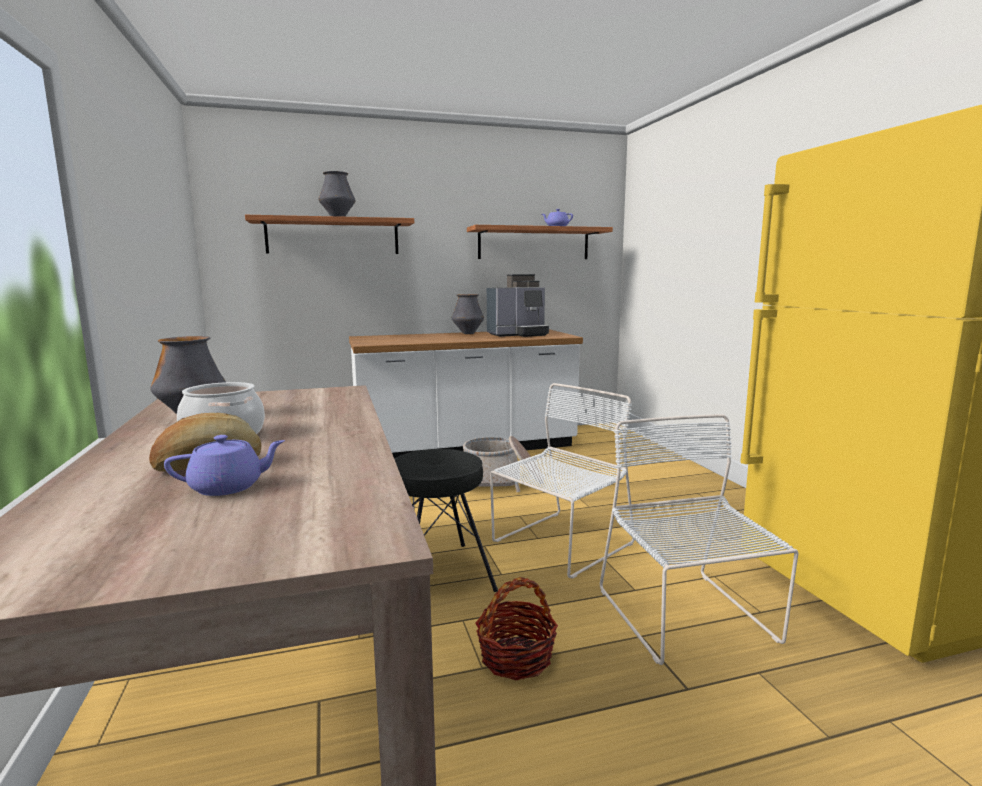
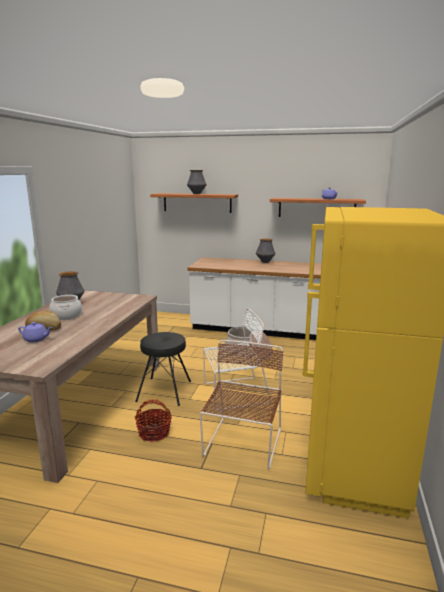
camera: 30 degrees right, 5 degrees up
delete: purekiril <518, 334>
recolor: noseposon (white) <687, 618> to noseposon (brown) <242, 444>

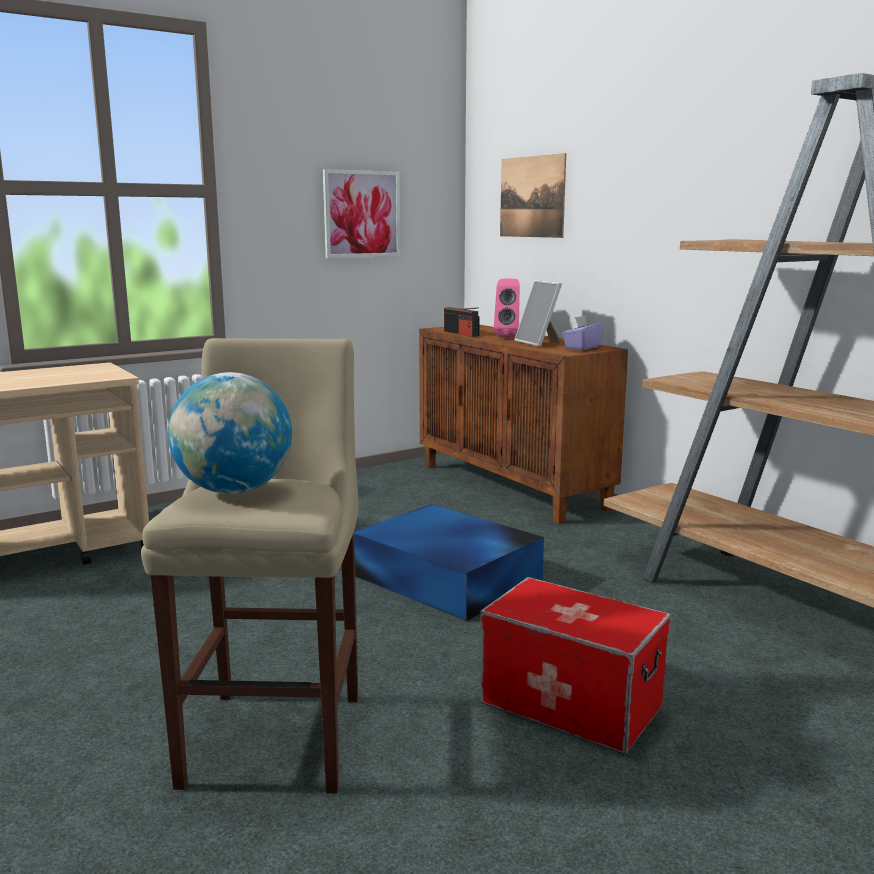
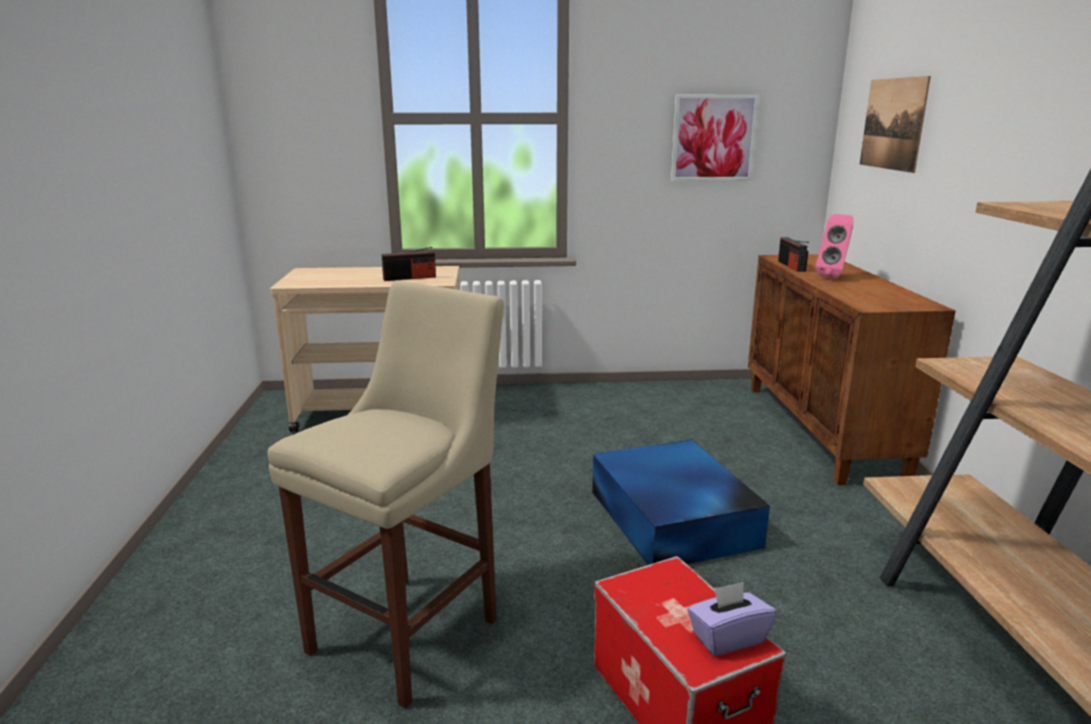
camera: 30 degrees right, 5 degrees up
delete: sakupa <234, 491>; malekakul <539, 343>
insert: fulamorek <410, 278>
move: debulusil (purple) <582, 348> to <728, 637>

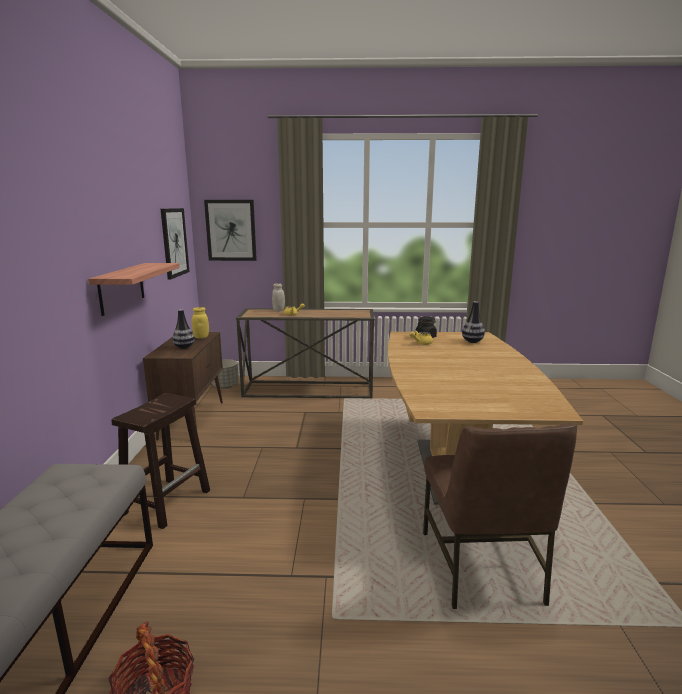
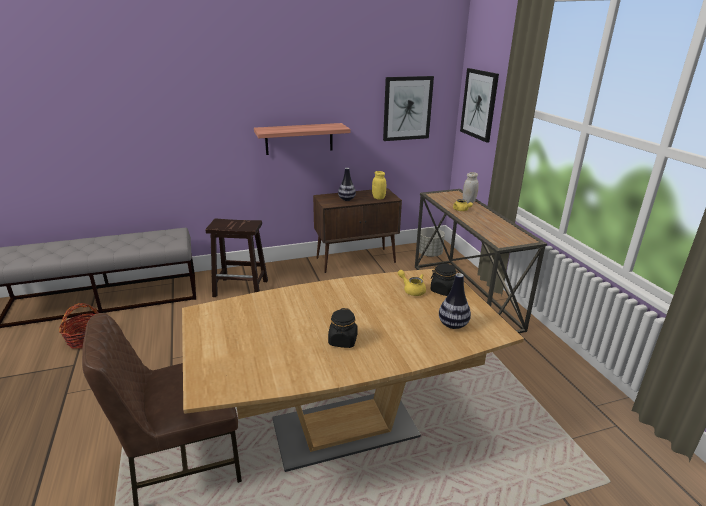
camera: 70 degrees right, 10 degrees up
insert: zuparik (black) <343, 341>

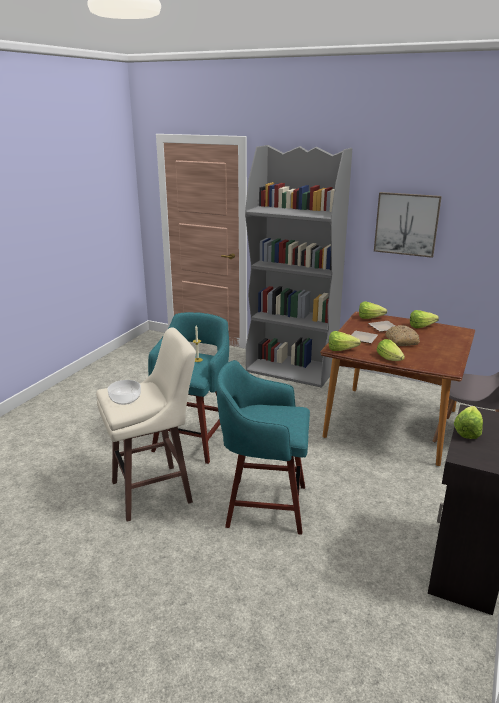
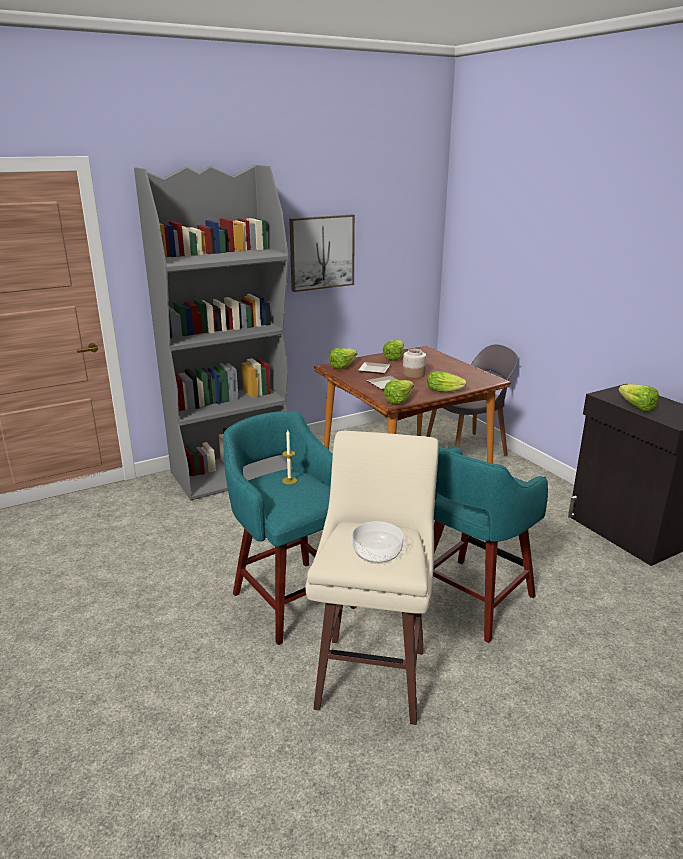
camera: 55 degrees left, 0 degrees up
replace: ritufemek <401, 341> to zuparik <413, 374>

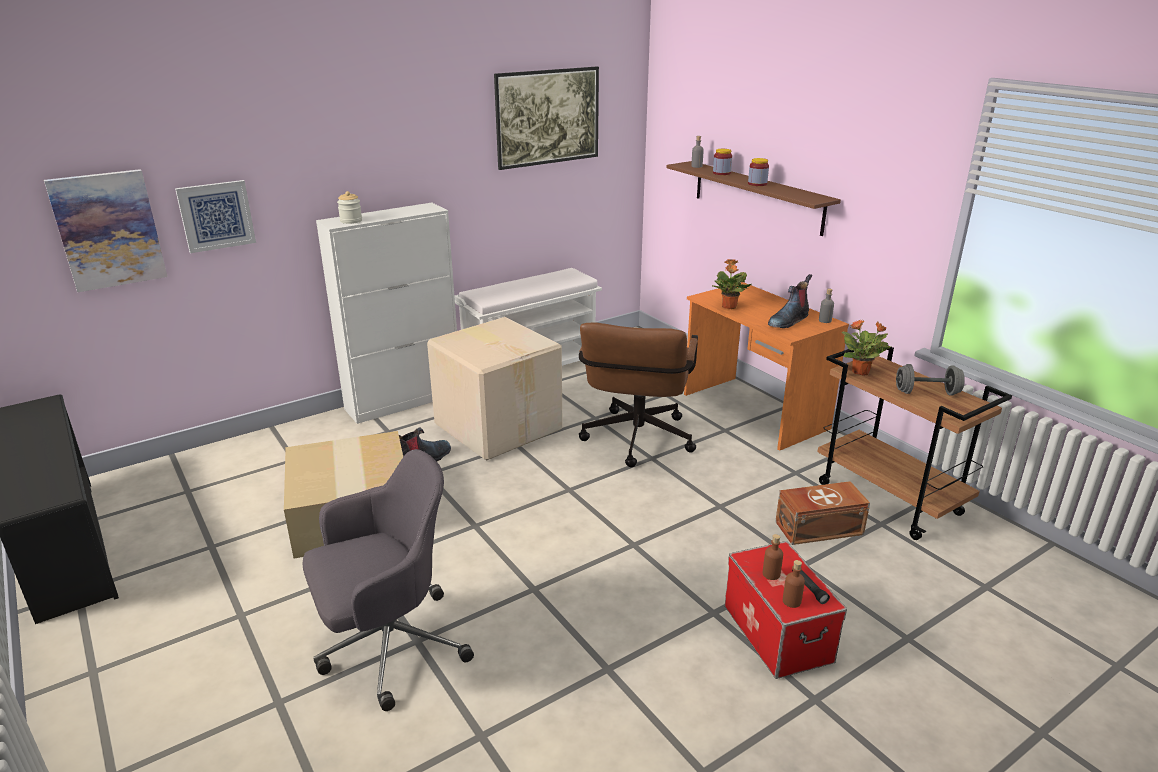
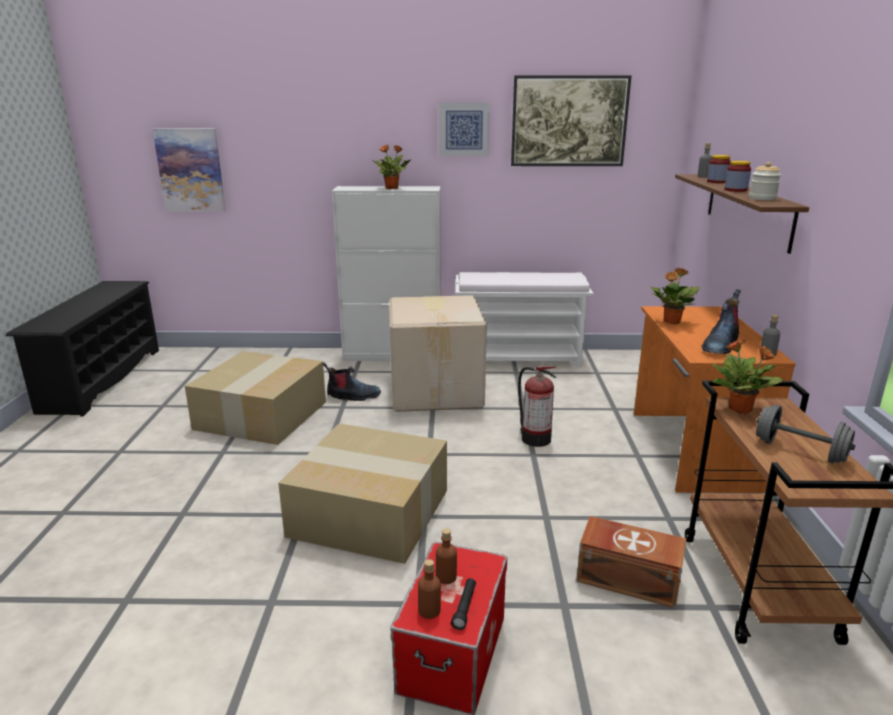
camera: 35 degrees right, 5 degrees down
delete: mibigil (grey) <388, 646>
insert: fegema <367, 513>; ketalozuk <392, 188>
move: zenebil <216, 215> to <463, 129>; zuparik <351, 221> to <762, 198>
replace: mibigil (brown) <636, 443> to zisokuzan <534, 438>
rotate: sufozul <788, 320> = <720, 345> 45 degrees counterclockwise

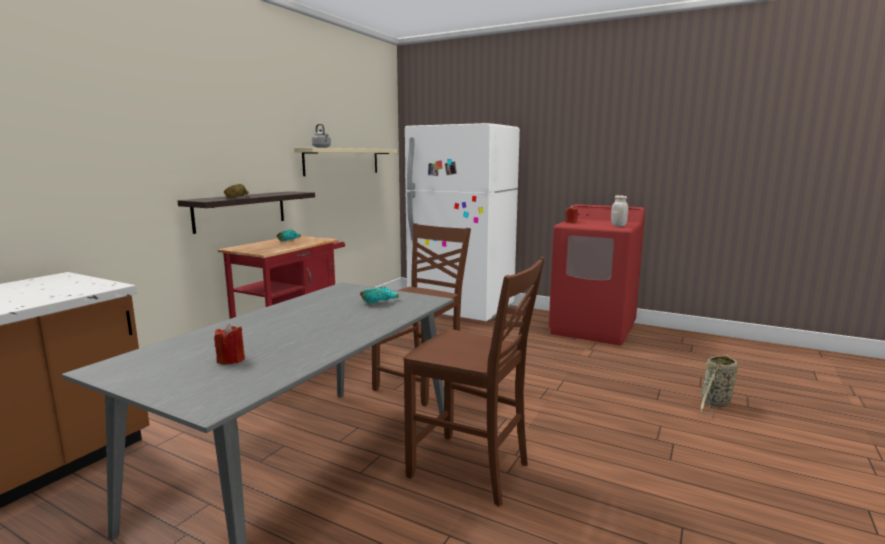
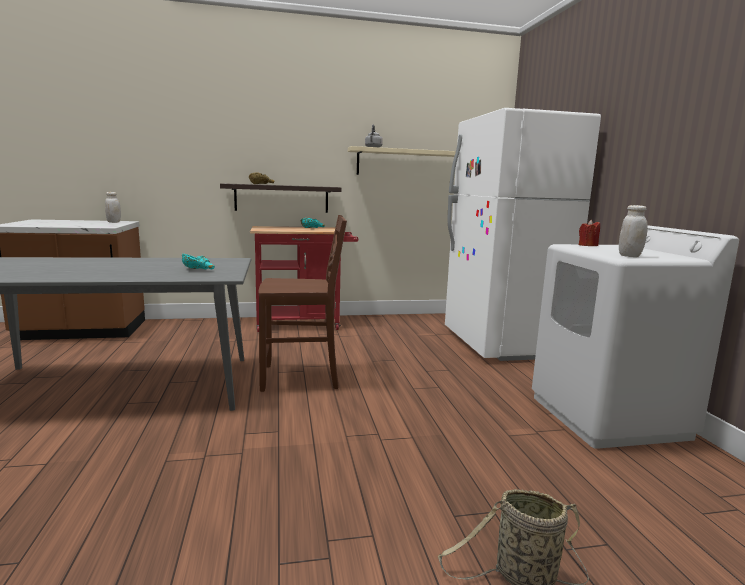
camera: 50 degrees right, 0 degrees up
delete: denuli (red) <231, 360>; noseposon (brown) <471, 470>
insert: zuparik (white) <114, 222>
recolor: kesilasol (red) <593, 329> to kesilasol (white) <608, 417>

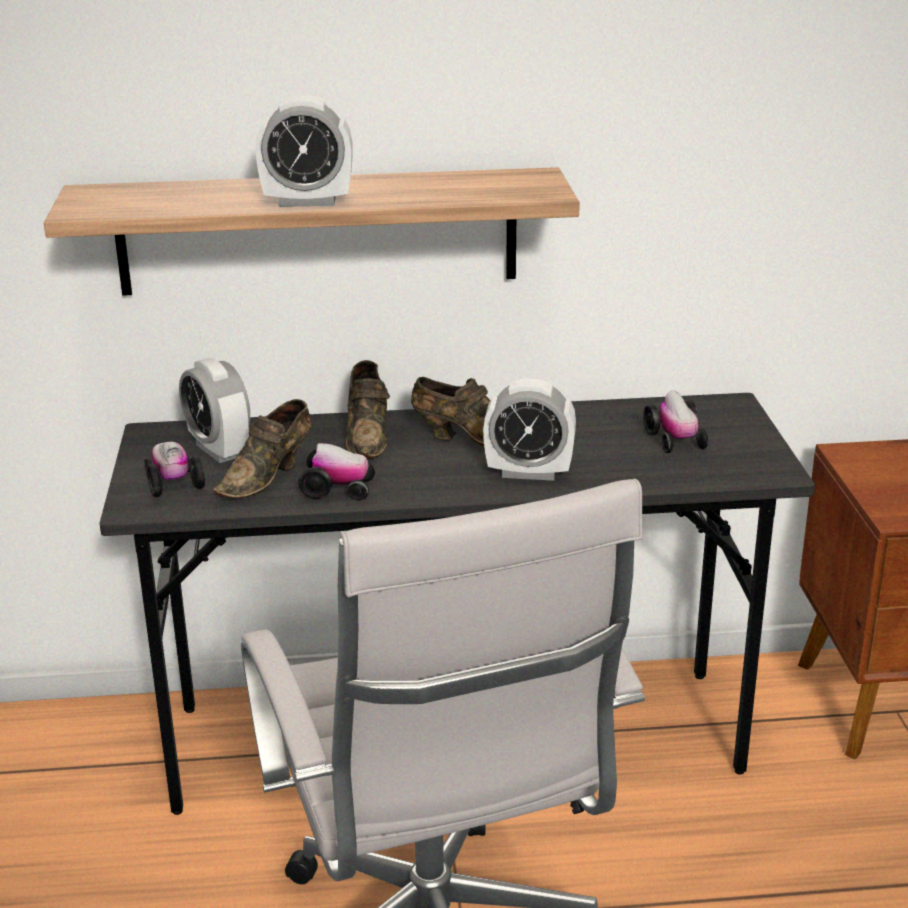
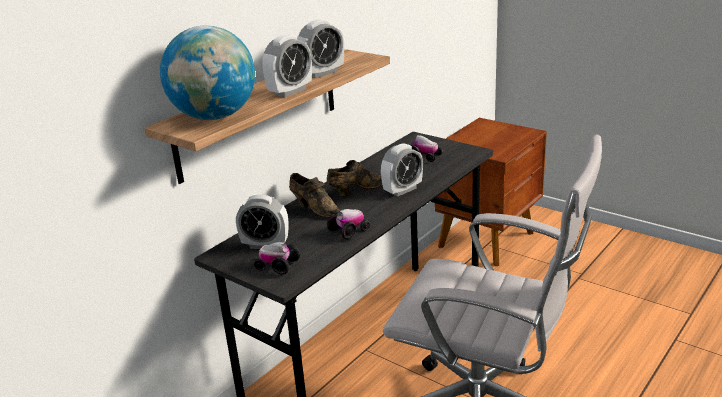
camera: 45 degrees left, 0 degrees up
delete: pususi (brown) <269, 476>
insert: sakupa <215, 117>; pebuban <322, 73>

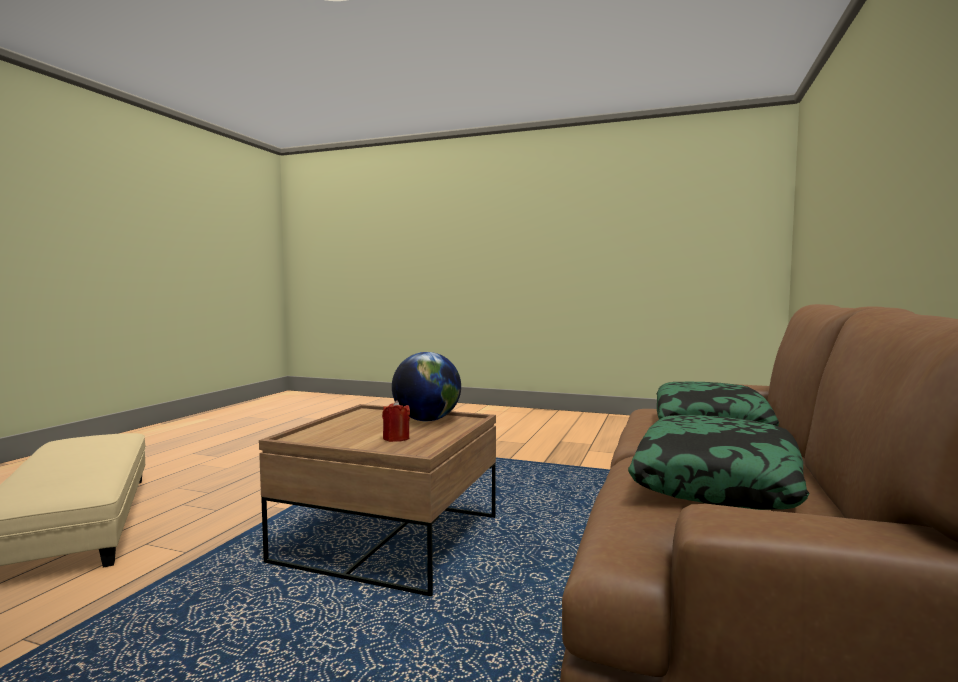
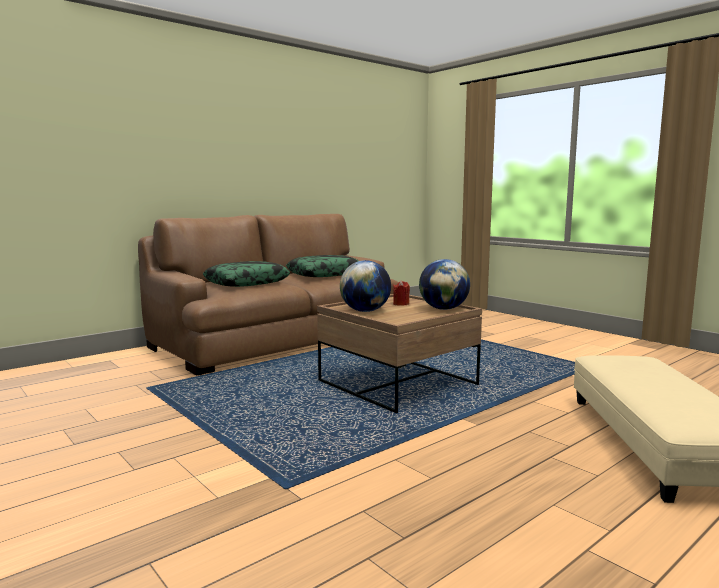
camera: 150 degrees left, 5 degrees up
insert: sakupa <443, 309>

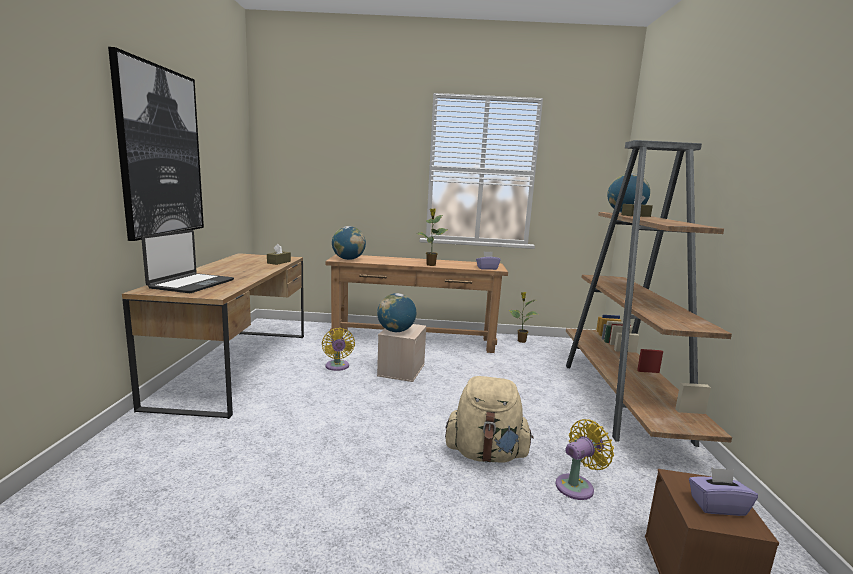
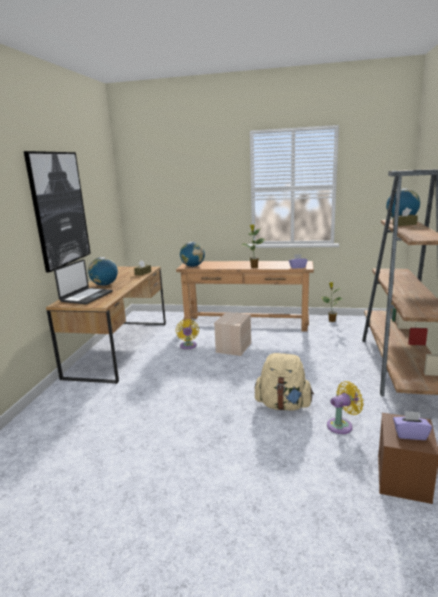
camera: 10 degrees right, 5 degrees up
move: sakupa <396, 331> to <105, 285>

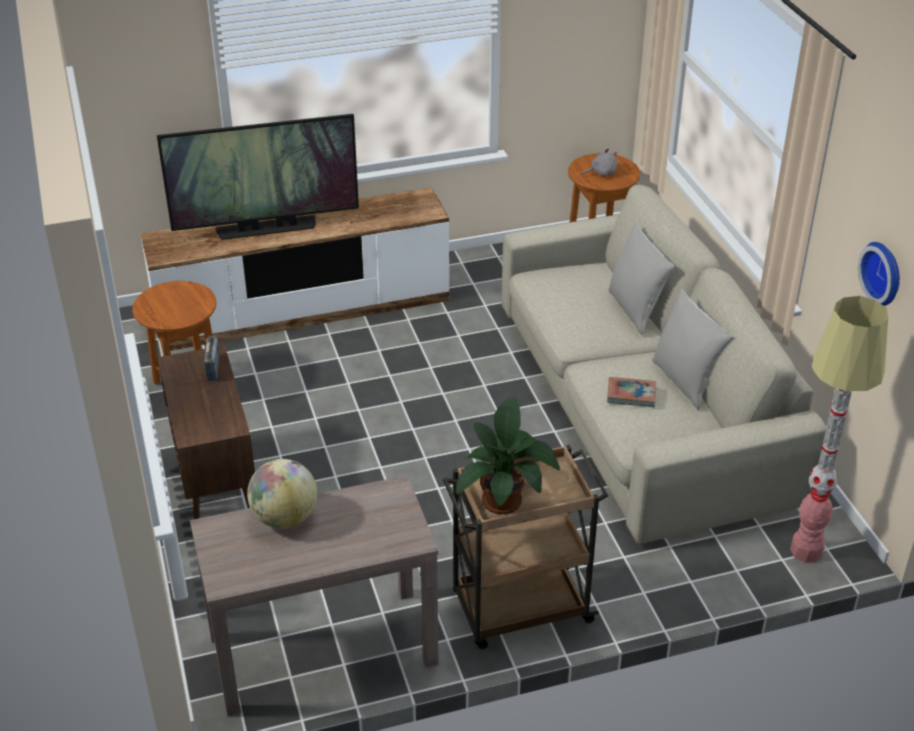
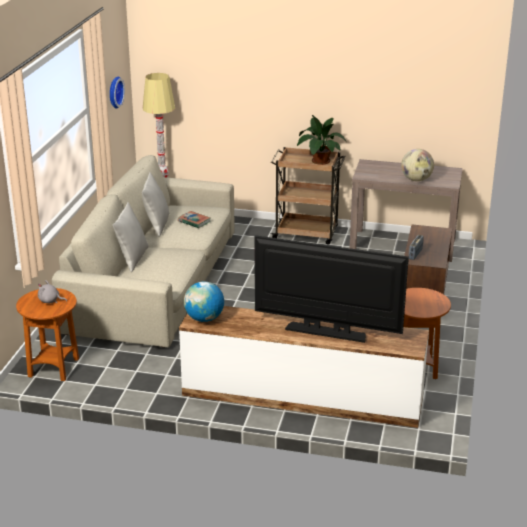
camera: 150 degrees left, 10 degrees down
insert: sakupa <204, 319>

